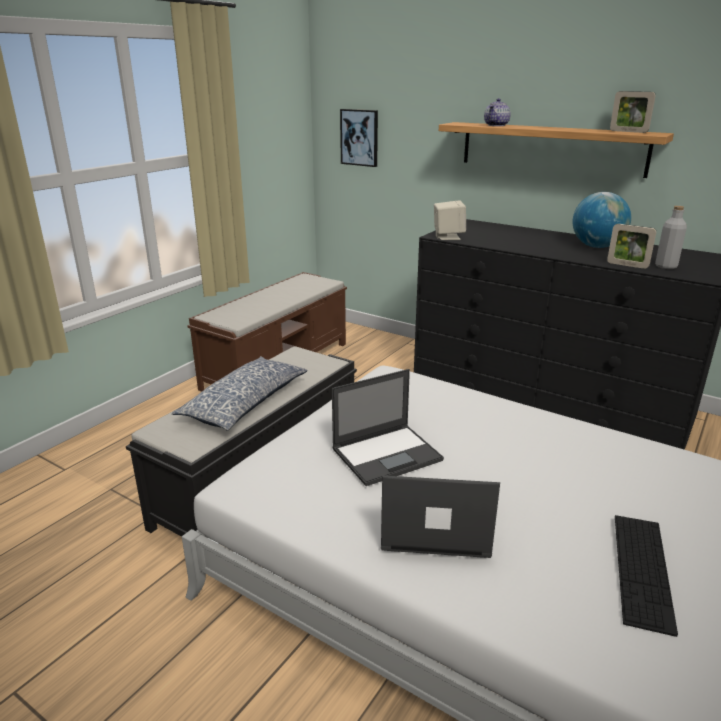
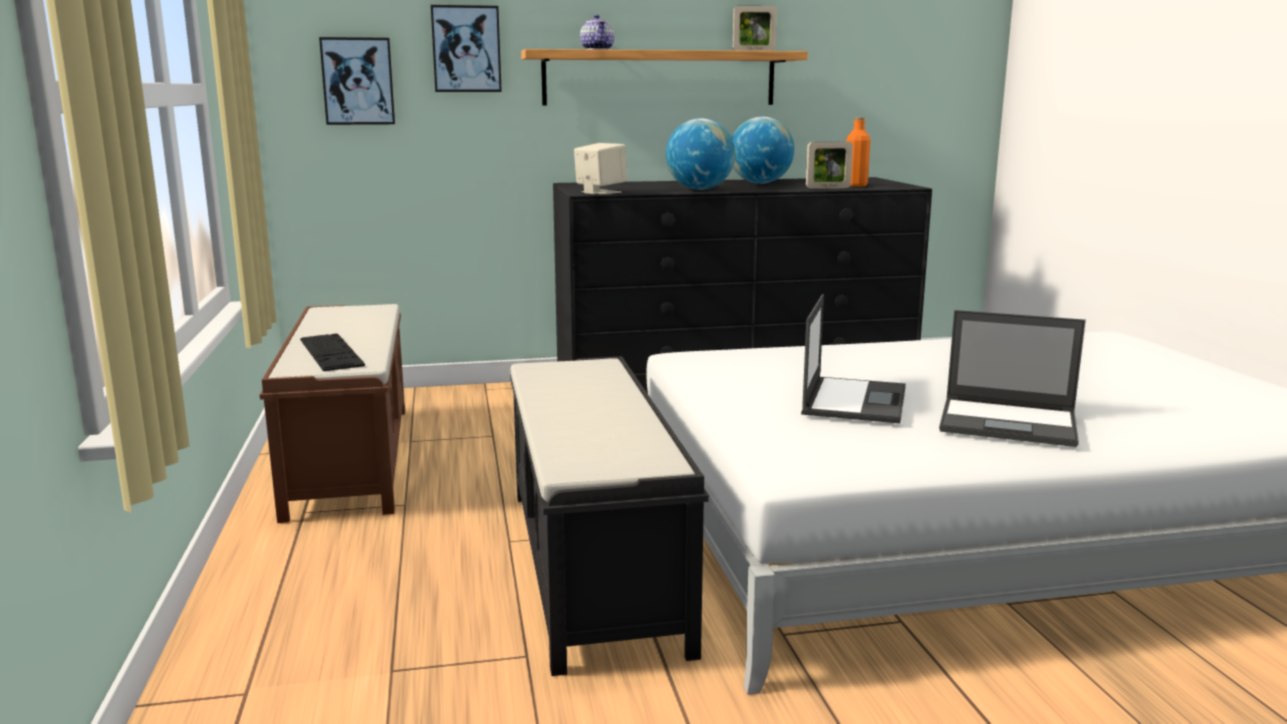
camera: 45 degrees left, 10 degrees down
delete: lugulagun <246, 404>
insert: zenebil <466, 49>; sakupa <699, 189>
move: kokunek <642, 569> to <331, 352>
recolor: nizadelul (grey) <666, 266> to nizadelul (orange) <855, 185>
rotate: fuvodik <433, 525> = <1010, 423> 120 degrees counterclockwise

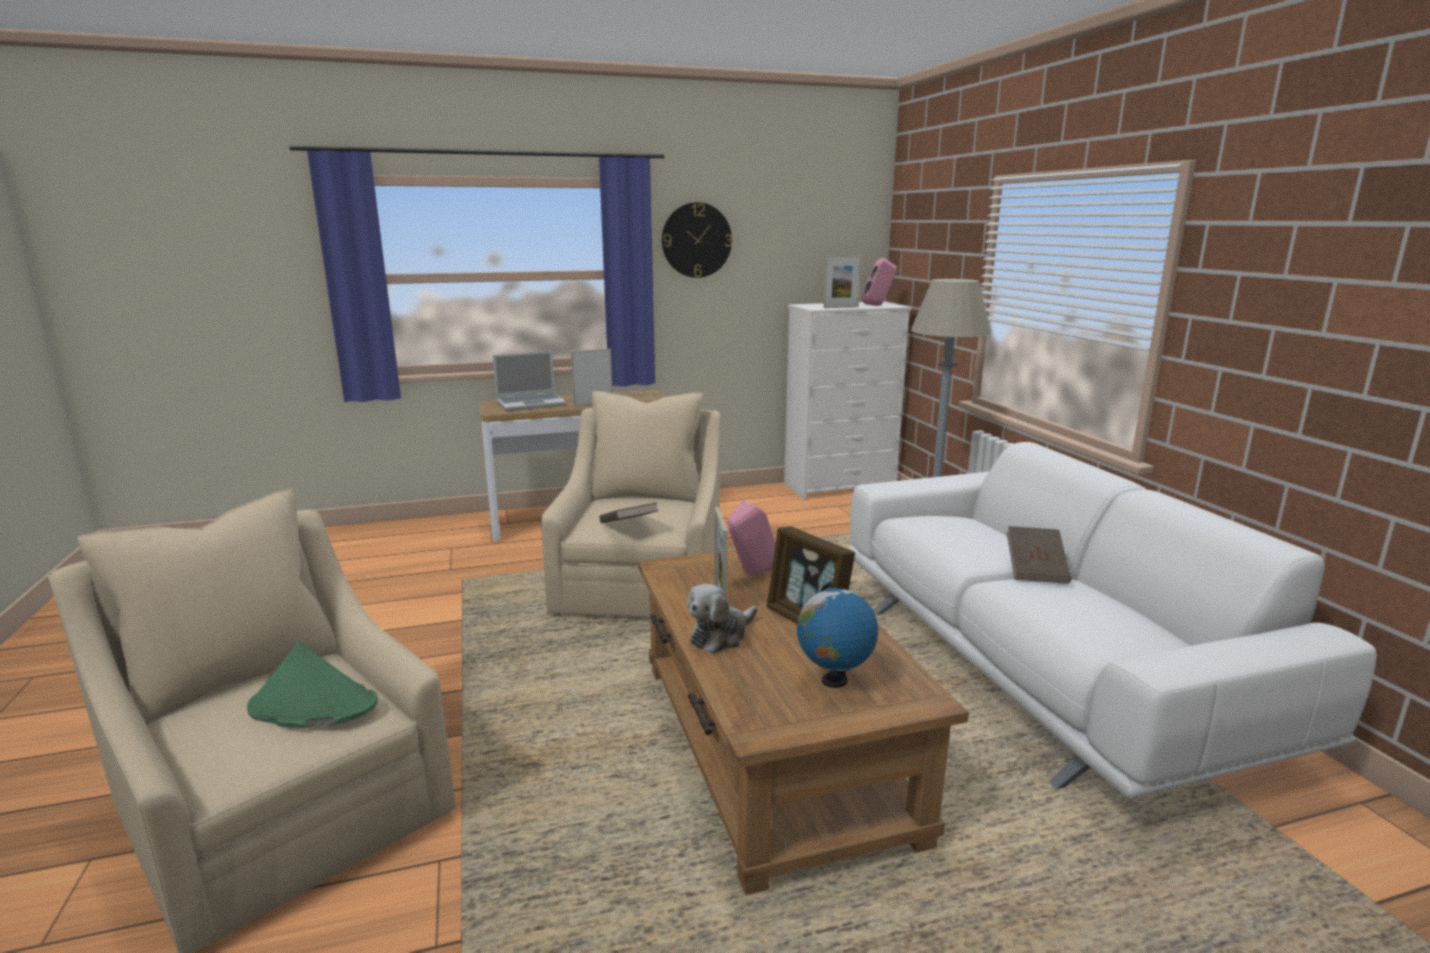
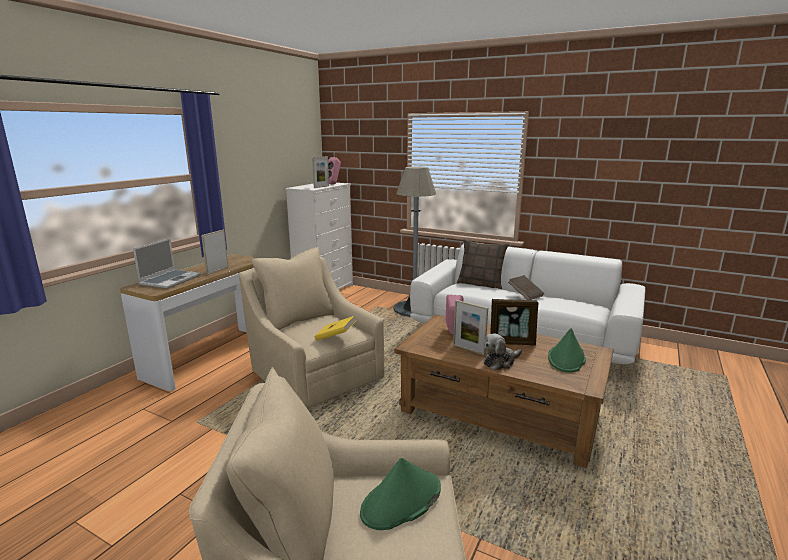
camera: 45 degrees left, 0 degrees up
delete: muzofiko <696, 240>
insert: lugulagun <480, 284>
replace: sakupa <833, 681> to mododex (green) <566, 358>
recolor: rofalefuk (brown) <628, 527> to rofalefuk (yellow) <335, 337>
rotate: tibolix <721, 635> = <500, 362> 60 degrees clockwise

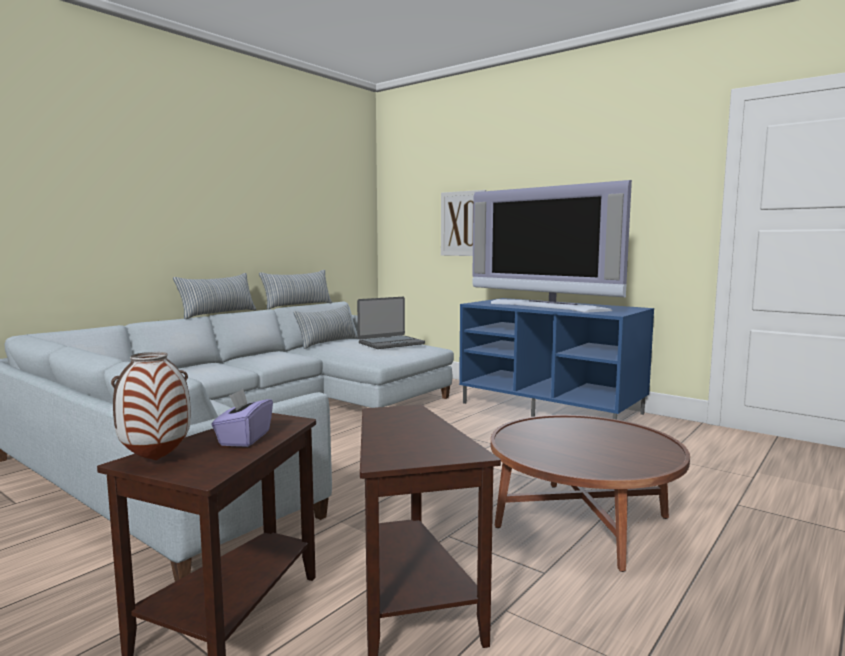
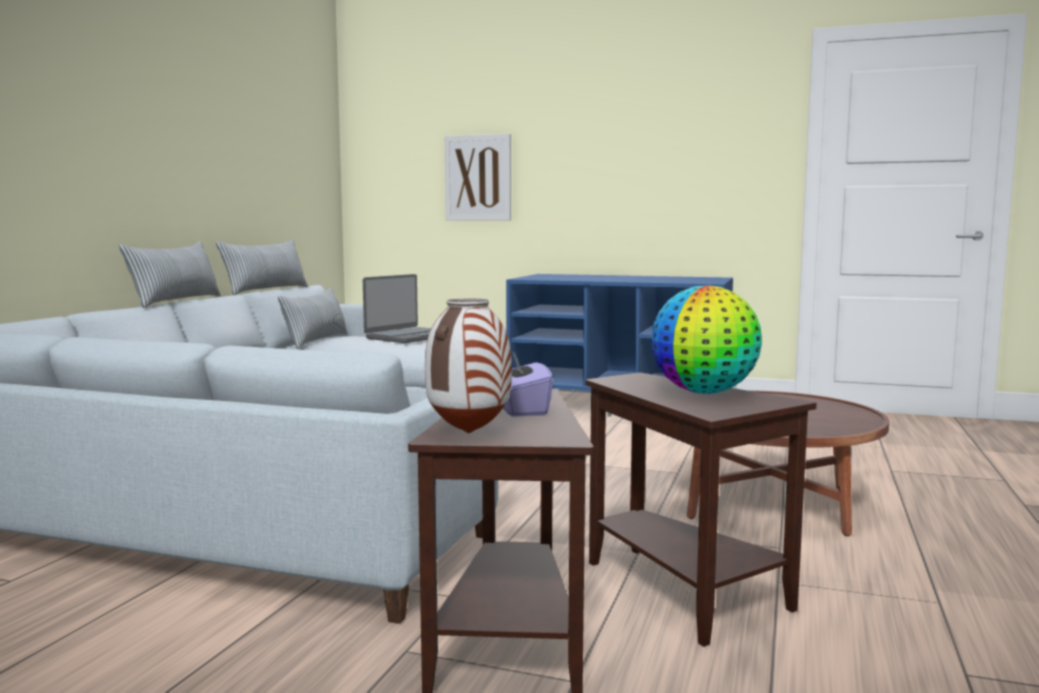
camera: 20 degrees left, 0 degrees up
delete: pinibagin <547, 306>
insert: sakupa <704, 392>

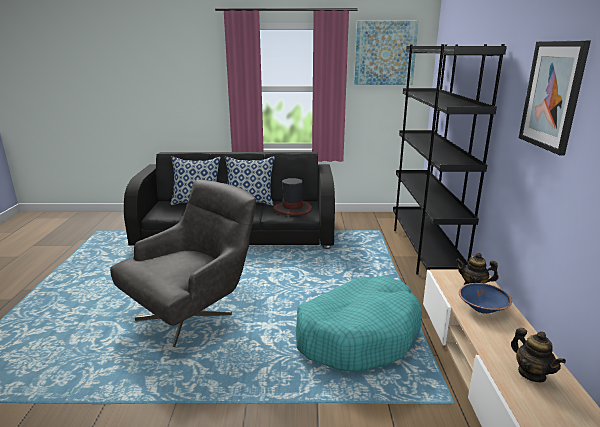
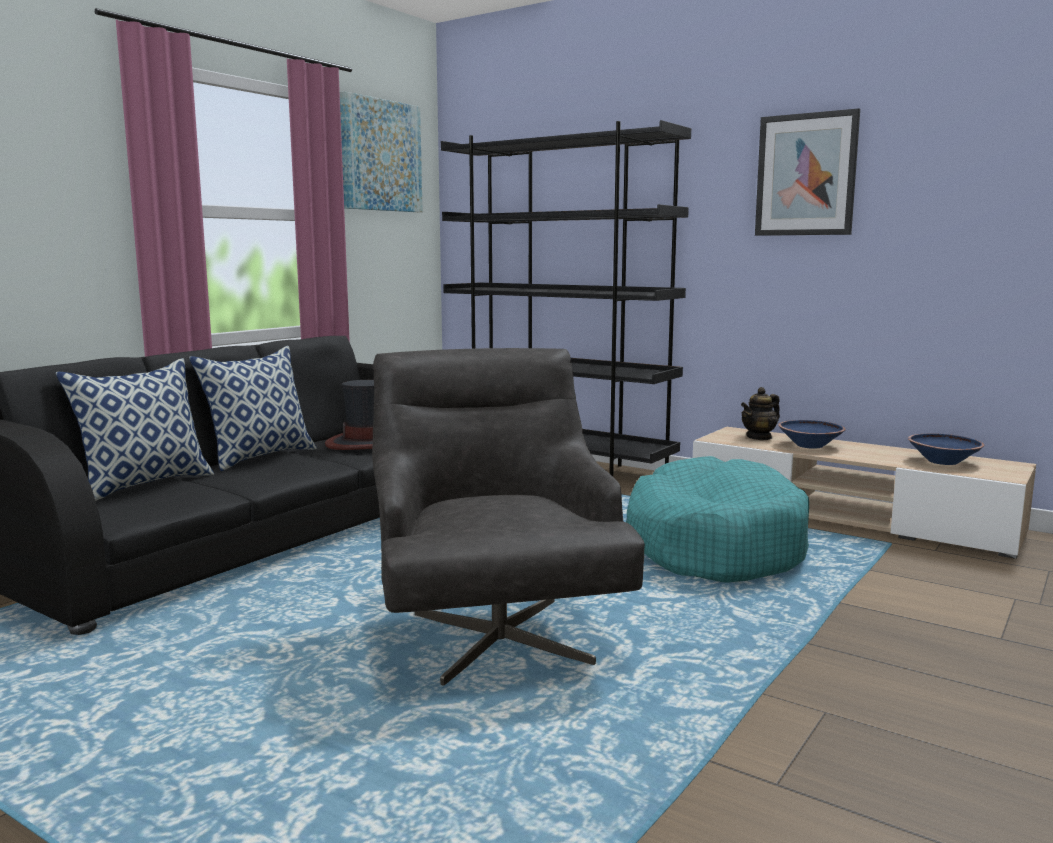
camera: 55 degrees left, 10 degrees down
replace: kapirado <531, 373> to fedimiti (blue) <943, 461>

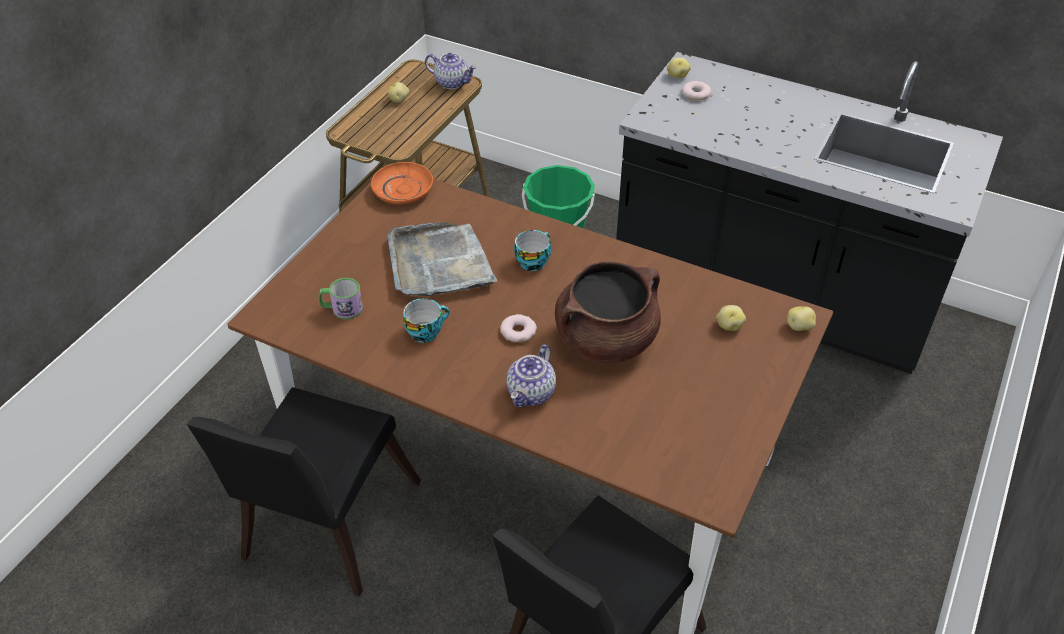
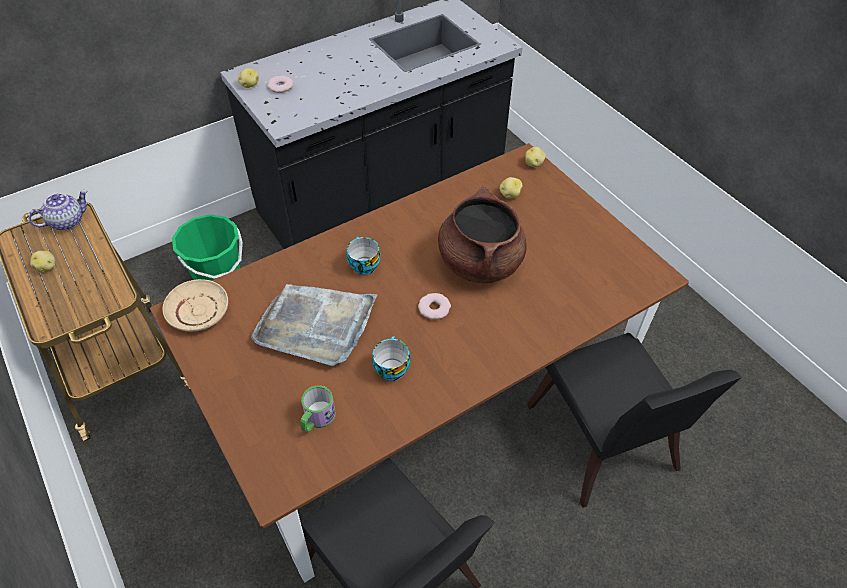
camera: 60 degrees left, 5 degrees up
delete: kapirado <531, 393>
recolor: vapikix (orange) <403, 190> to vapikix (beige) <198, 311>

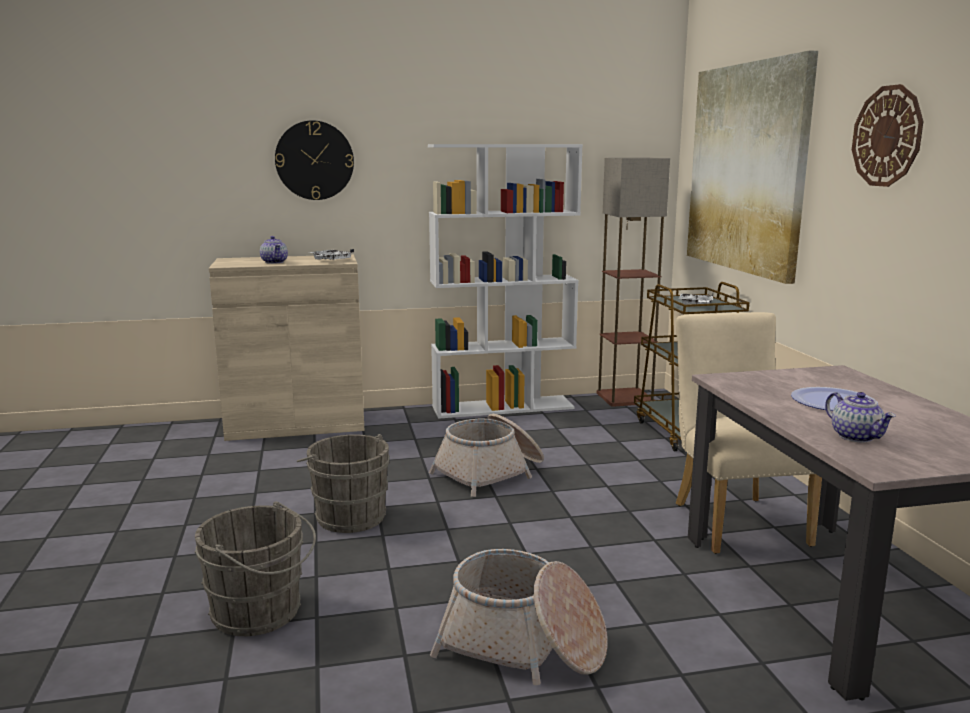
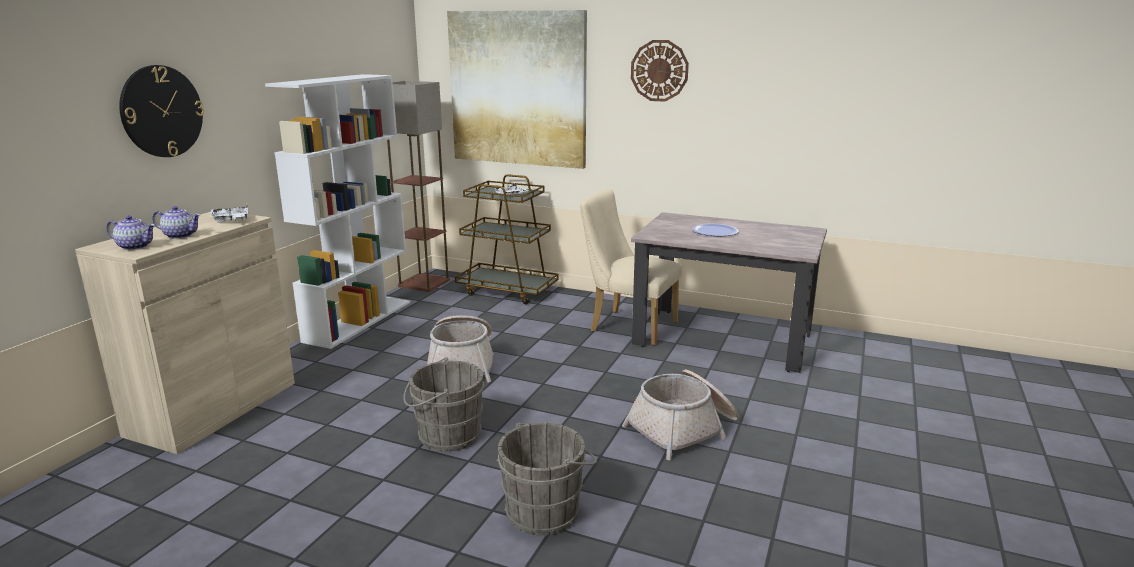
camera: 55 degrees left, 5 degrees up
move: kapirado <856, 437> to <135, 246>

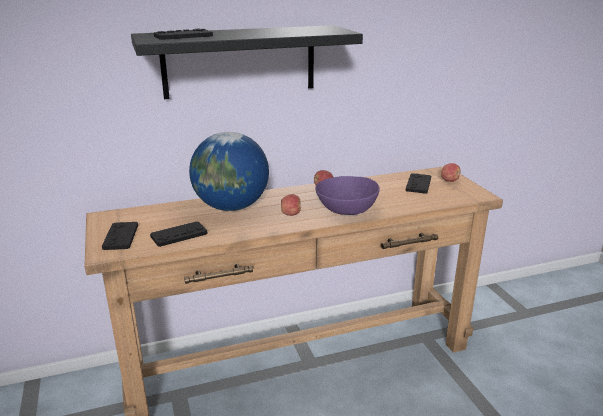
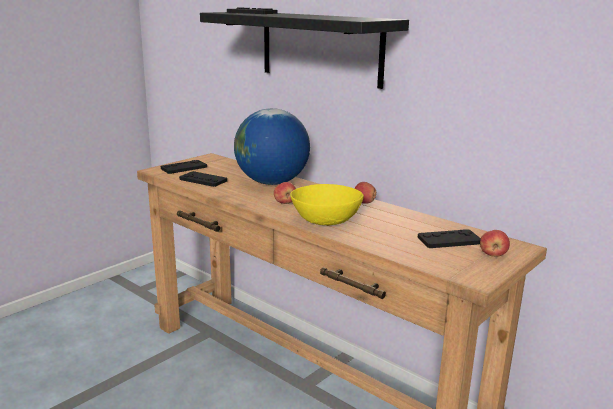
camera: 60 degrees right, 5 degrees down
recolor: fedimiti (purple) <346, 209> to fedimiti (yellow) <325, 220>

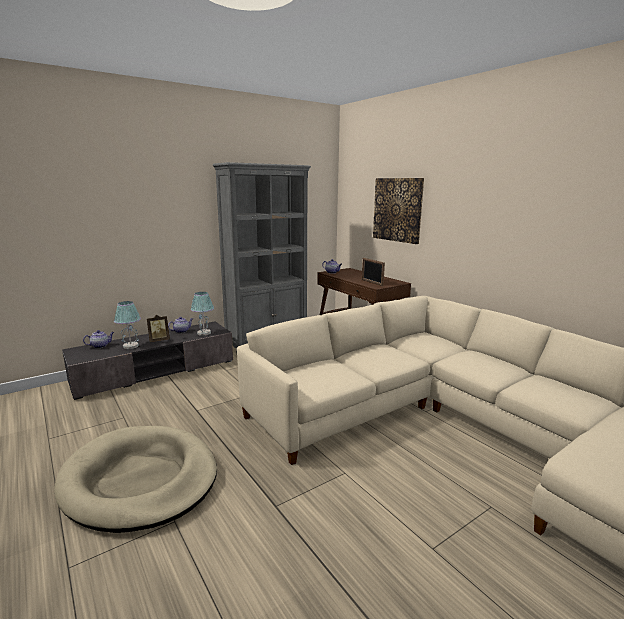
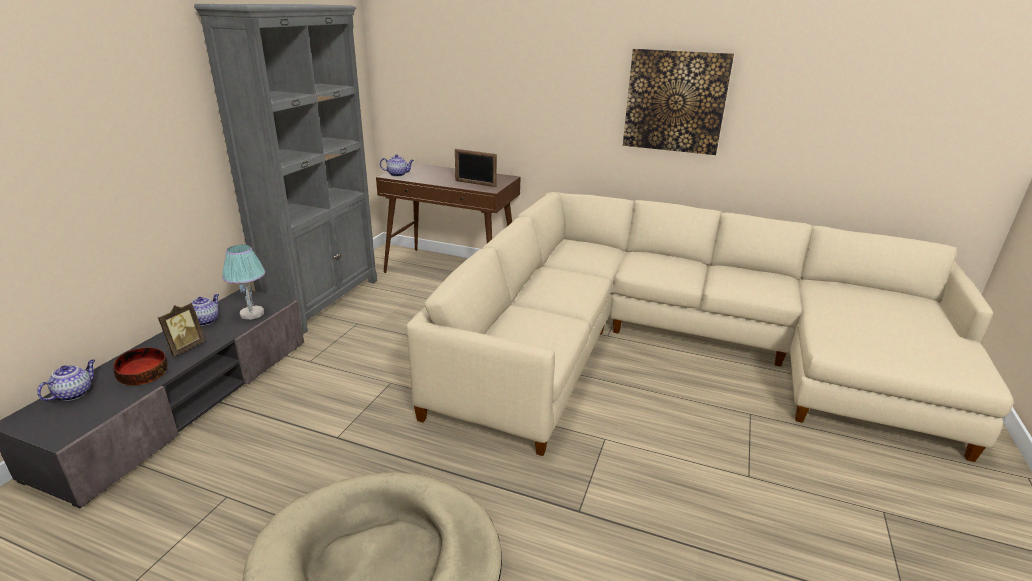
camera: 35 degrees left, 10 degrees up
move: zenebil <397, 210> to <675, 101>
replace: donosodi <130, 346> to fedimiti <143, 375>

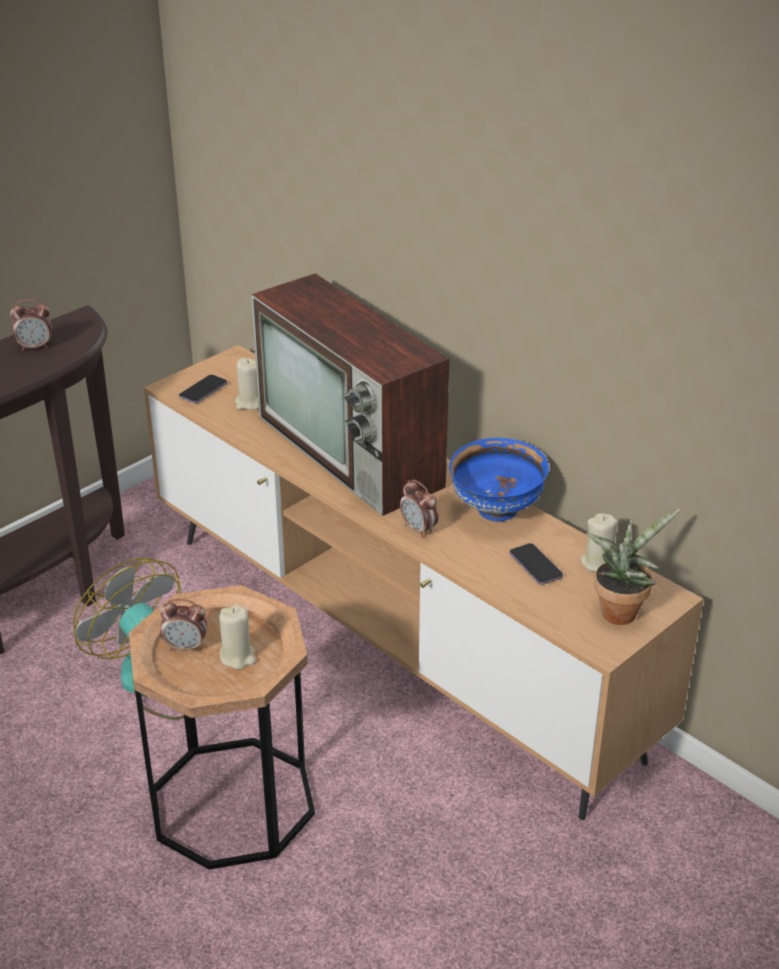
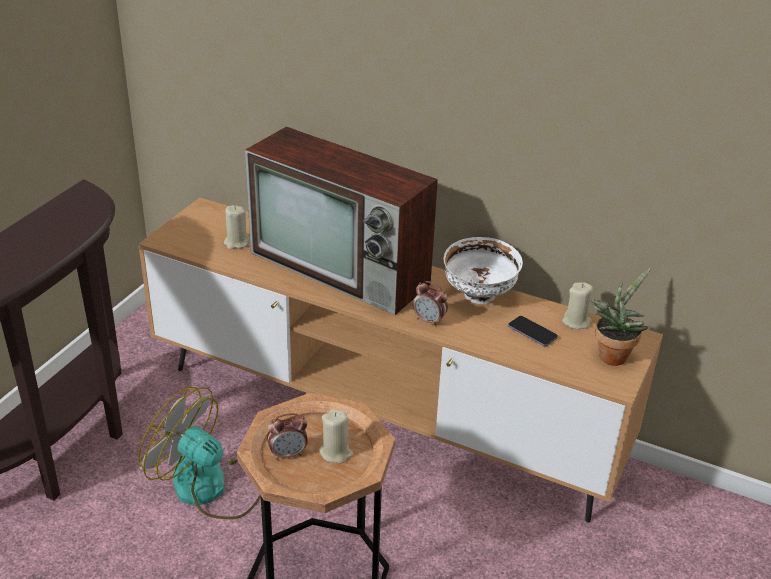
camera: 20 degrees left, 0 degrees up
delete: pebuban <35, 347>; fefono <203, 390>
recolor: fedimiti (blue) <497, 511> to fedimiti (white) <480, 296>

